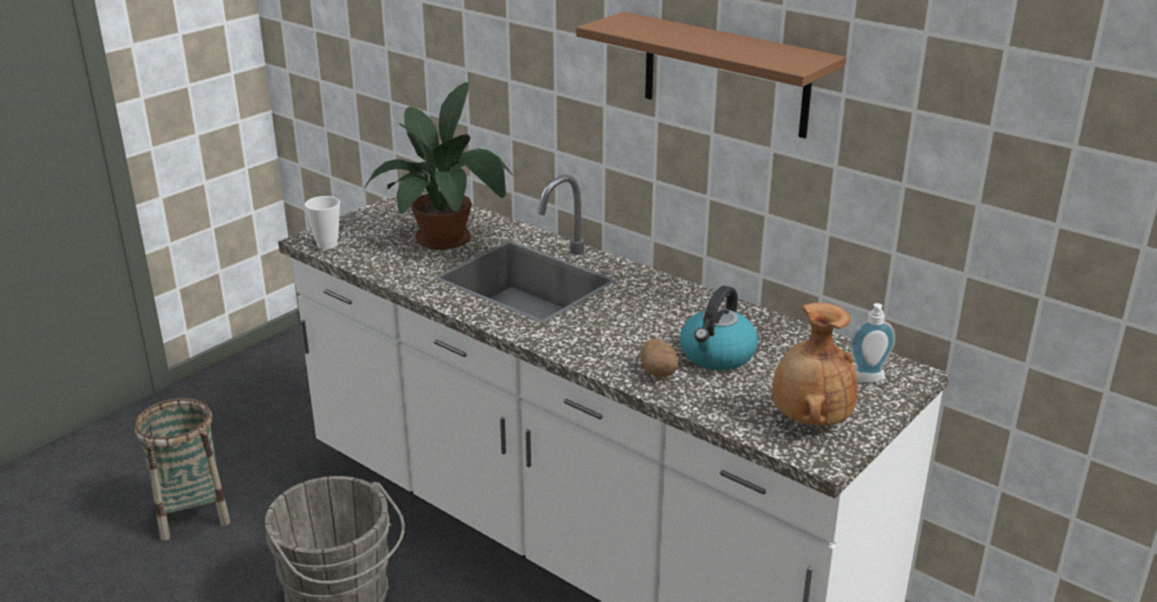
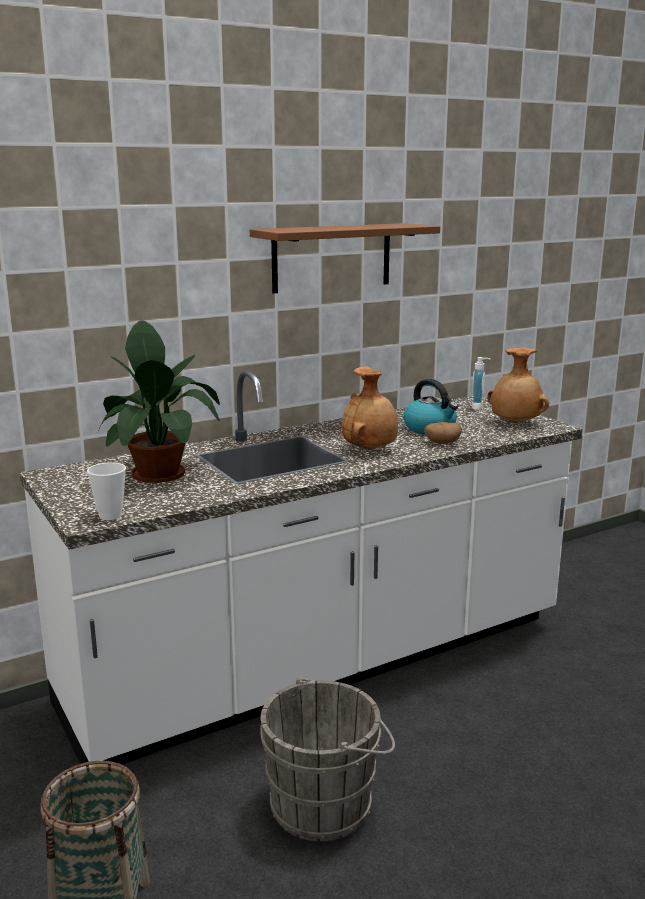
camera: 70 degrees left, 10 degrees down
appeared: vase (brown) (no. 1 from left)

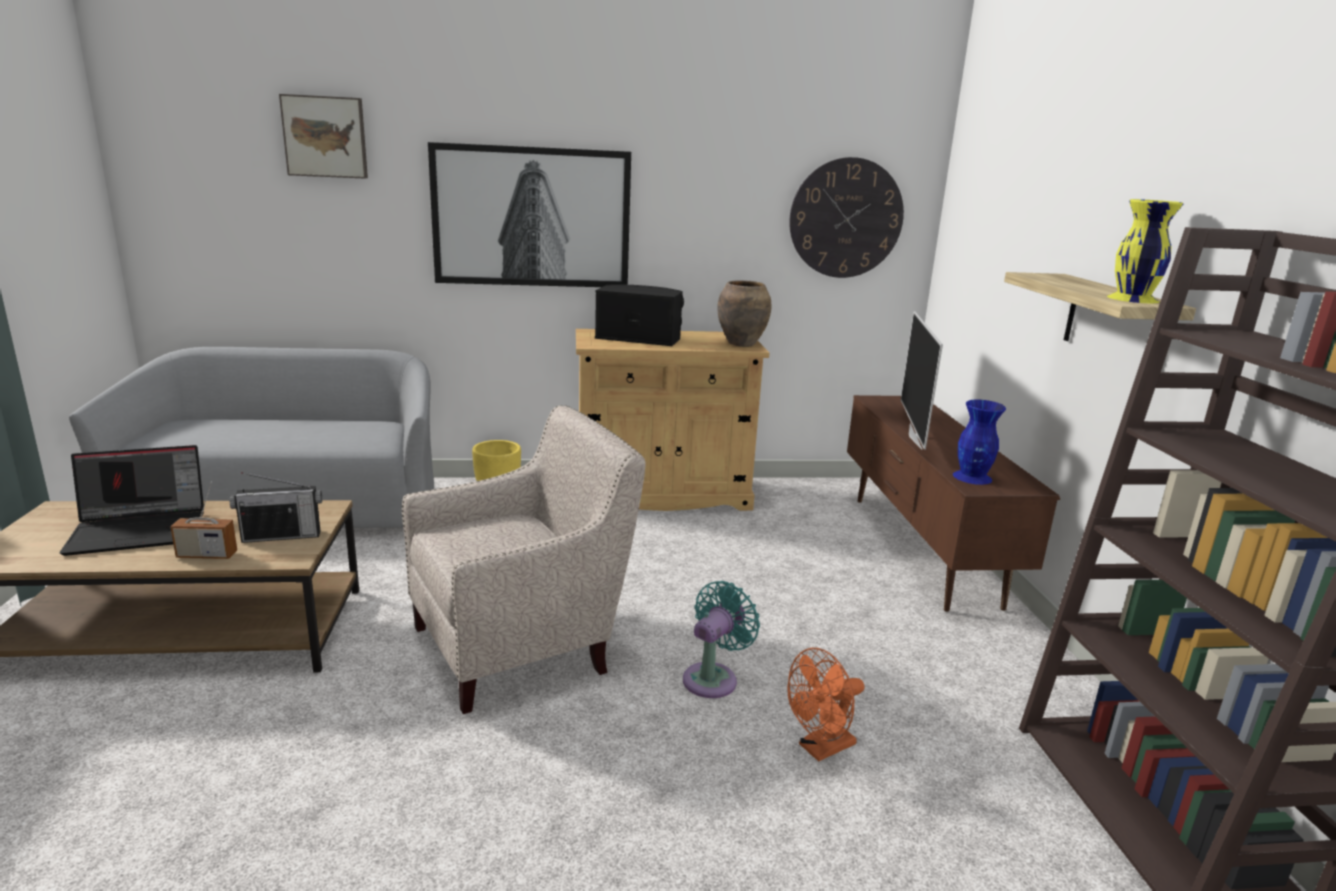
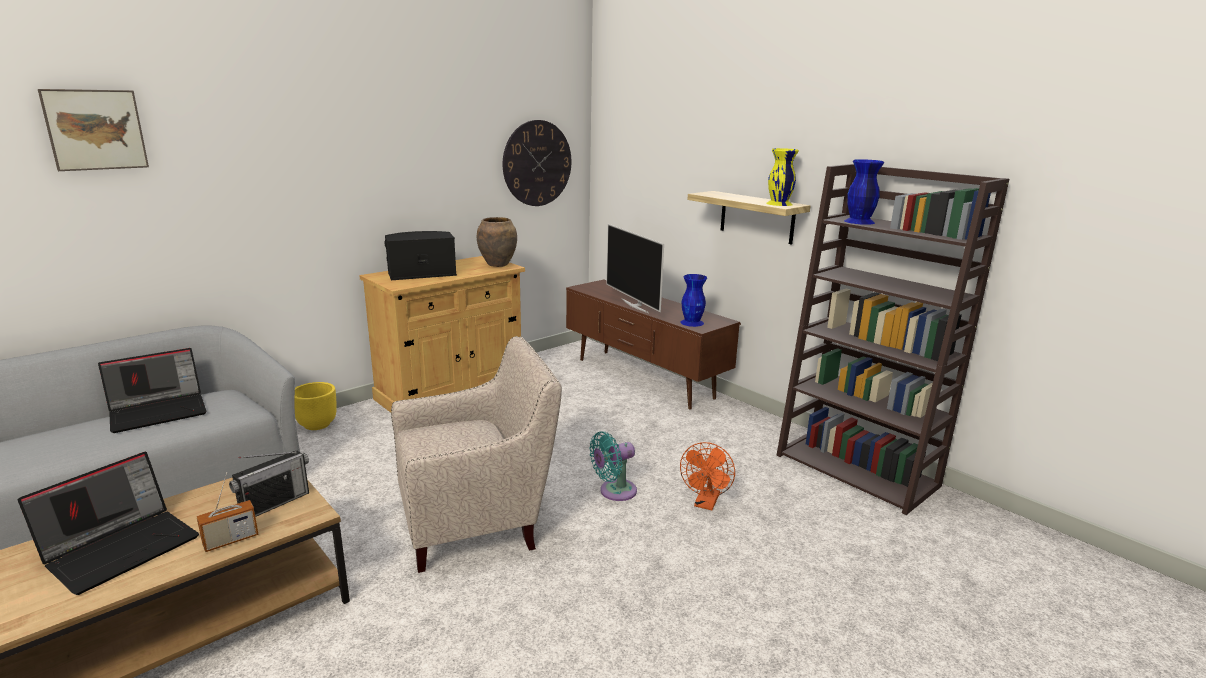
camera: 35 degrees left, 0 degrees up
missing: picture (no. 2 from left)
appeared: laptop (no. 2 from left); vase (blue) (no. 2 from left)
spun: armchair (beige) 45 degrees clockwise; fan (turquoise) 120 degrees counterclockwise

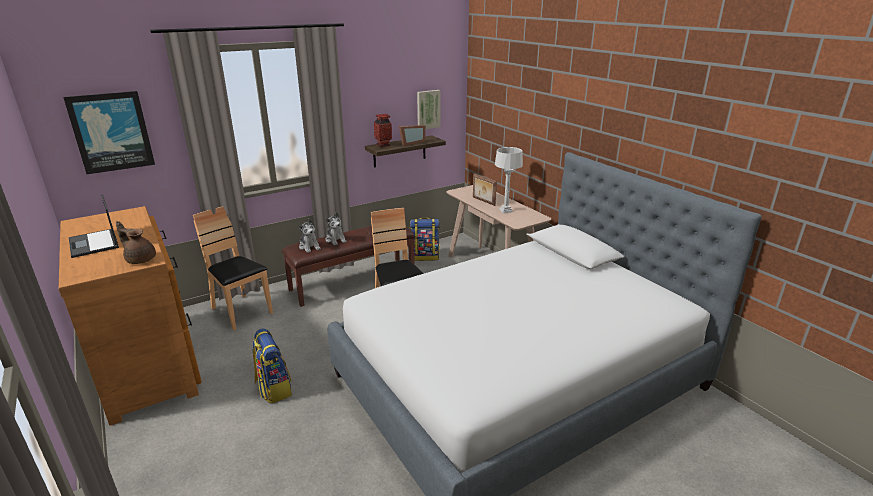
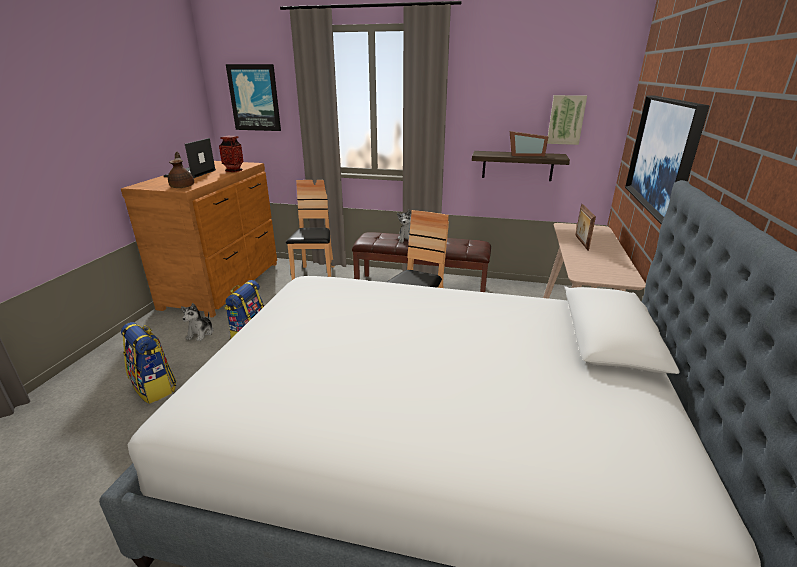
camera: 45 degrees right, 0 degrees up
missing: table lamp (grey)
appeared: picture (no. 3 from left)
relocated: plush toy (no. 1 from left); vase; backpack (no. 2 from left in the first image) to backpack (no. 1 from left)

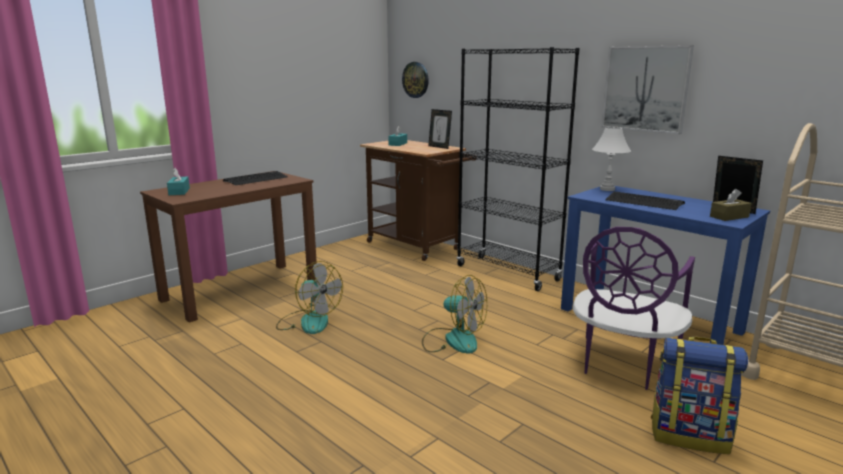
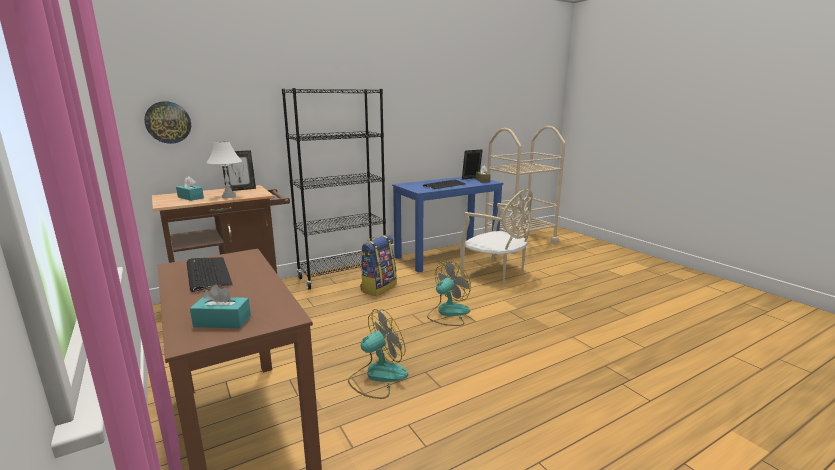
camera: 75 degrees left, 0 degrees up
missing: picture
relocated: table lamp (white); backpack
colour: chair (purple) to chair (beige)

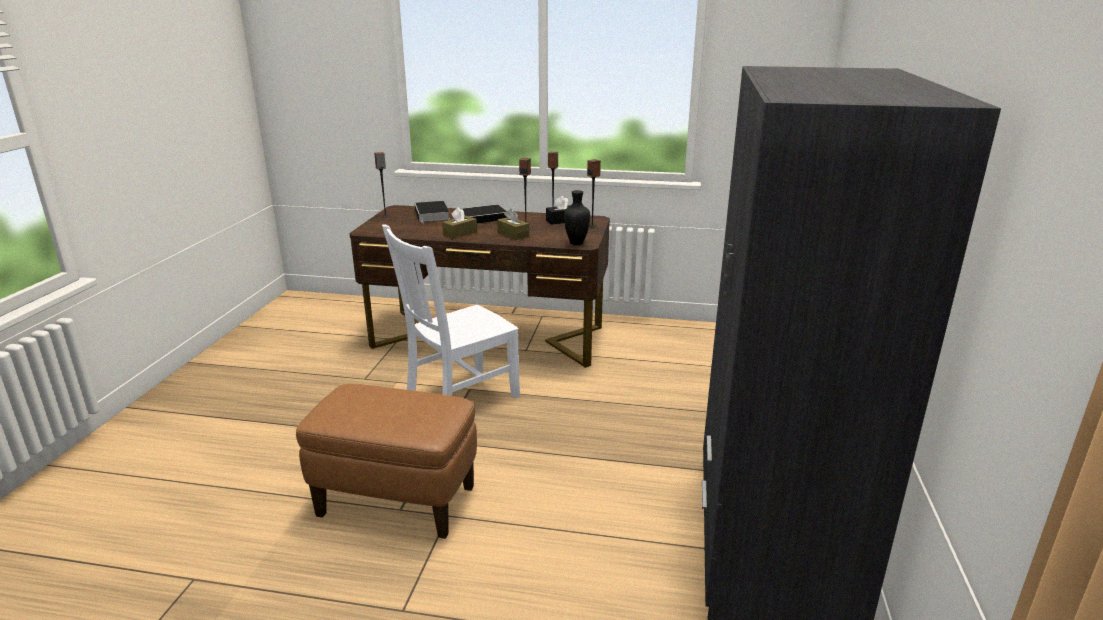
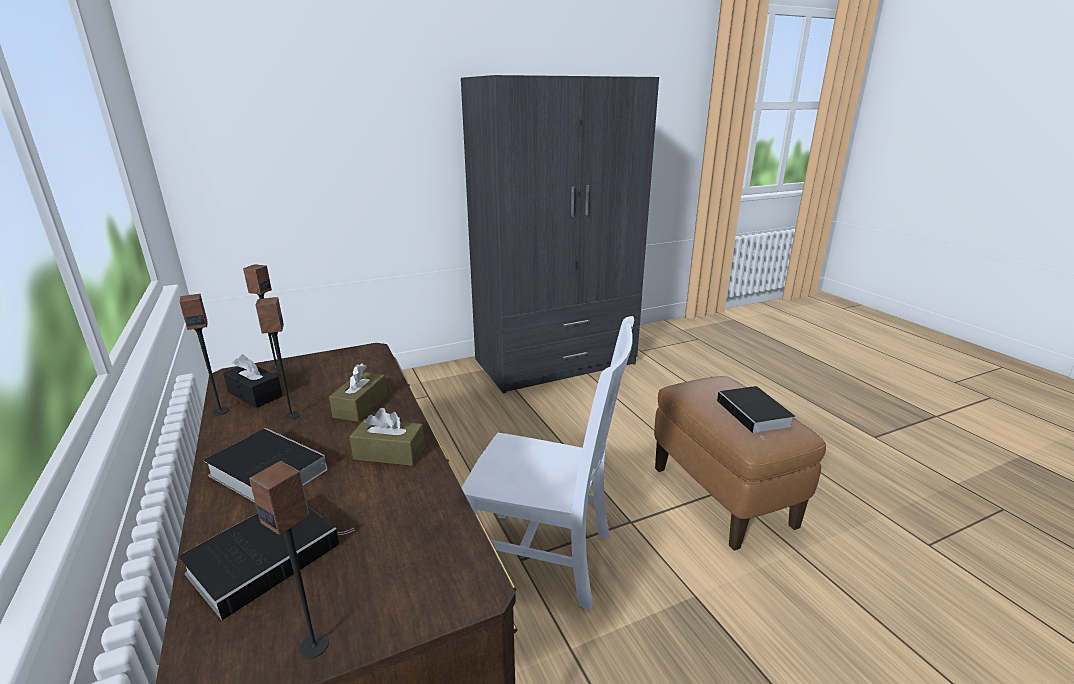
camera: 125 degrees left, 0 degrees up
missing: vase (black)
appeared: book (no. 3 from left)

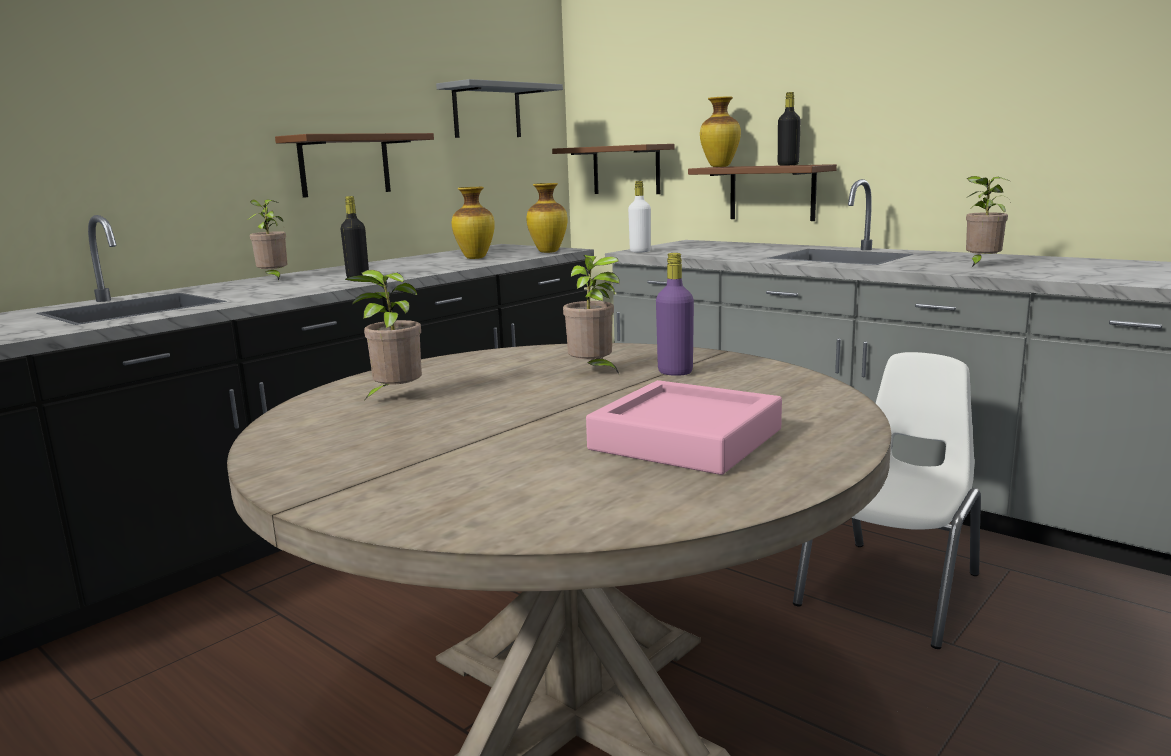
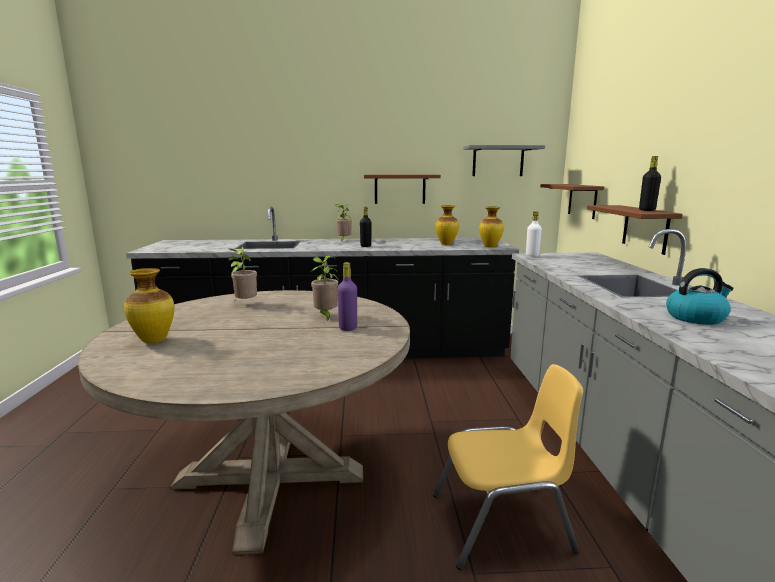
camera: 45 degrees right, 0 degrees up
missing: tray (pink)
relocated: vase (no. 3 from left in the first image) to vase (no. 1 from left)
exchanged: potted plant (no. 4 from left) to kettle
colour: chair (white) to chair (yellow)

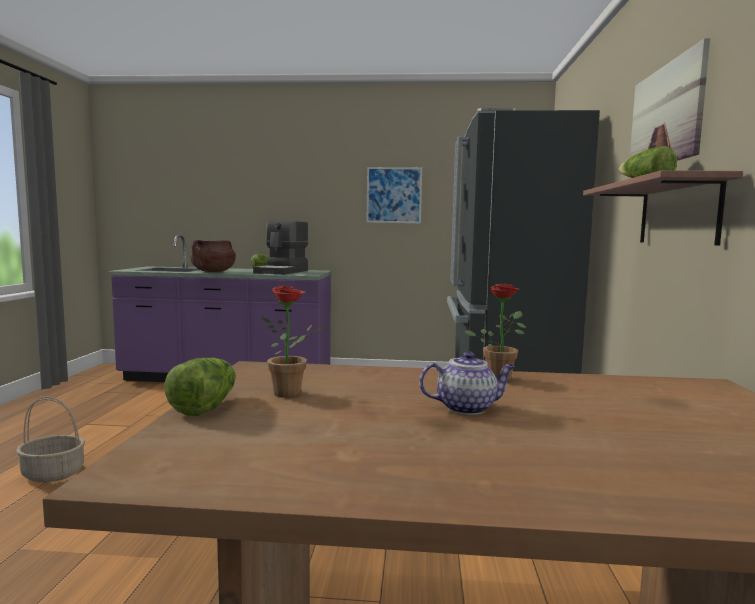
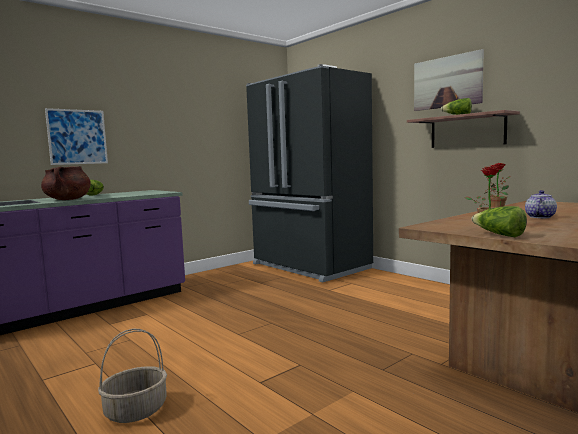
camera: 45 degrees left, 0 degrees up
missing: coffee machine
relocated: picture (no. 1 from left)

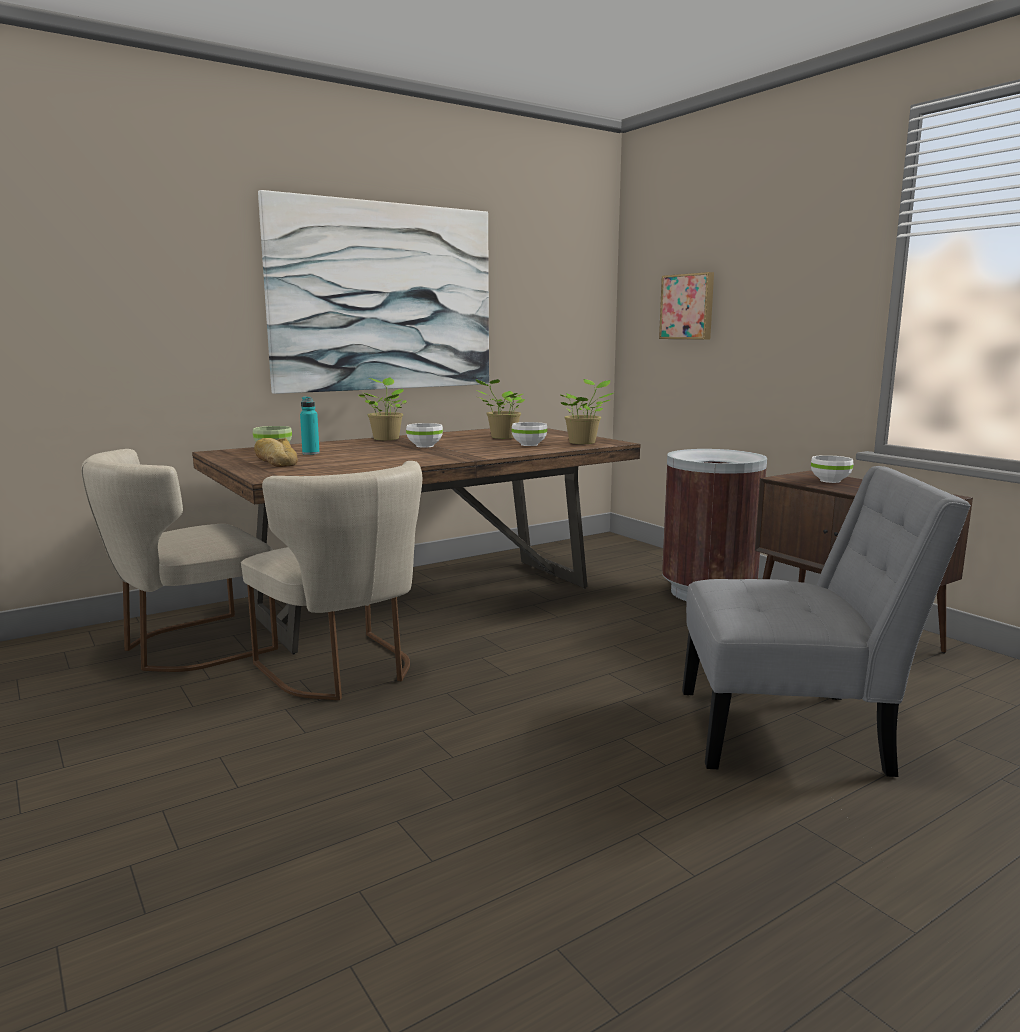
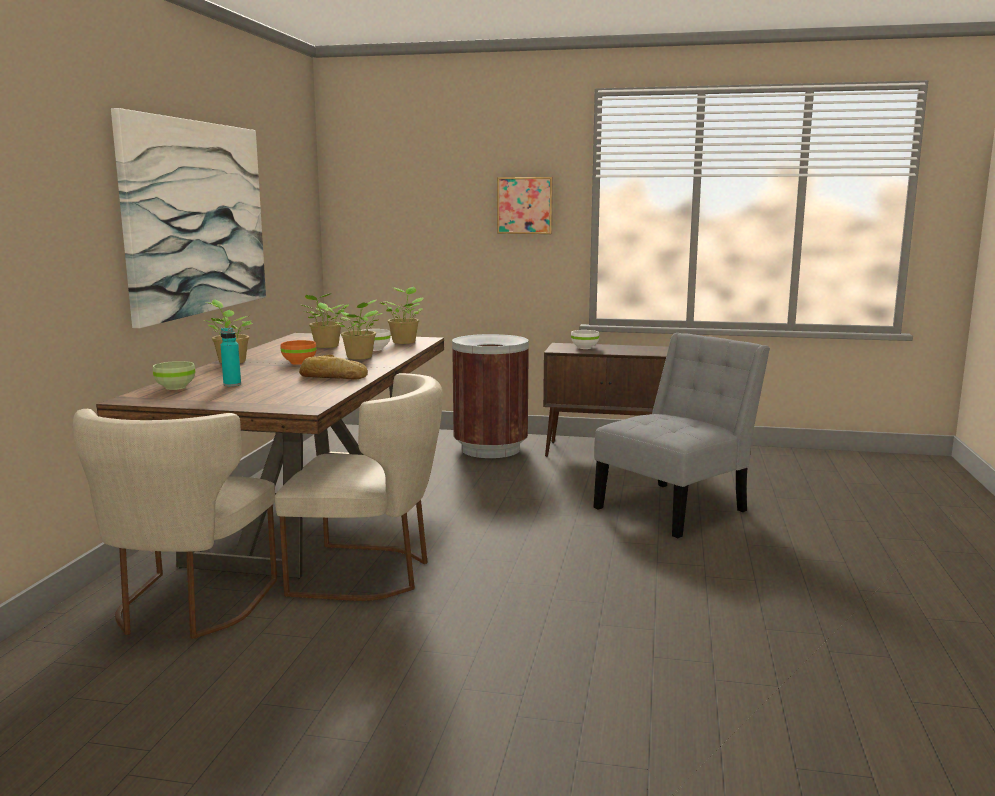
camera: 45 degrees left, 0 degrees up
appeared: potted plant (no. 3 from left)
relocated: bread; picture (no. 2 from left)
colour: bowl (white) (no. 1 from left) to bowl (orange)

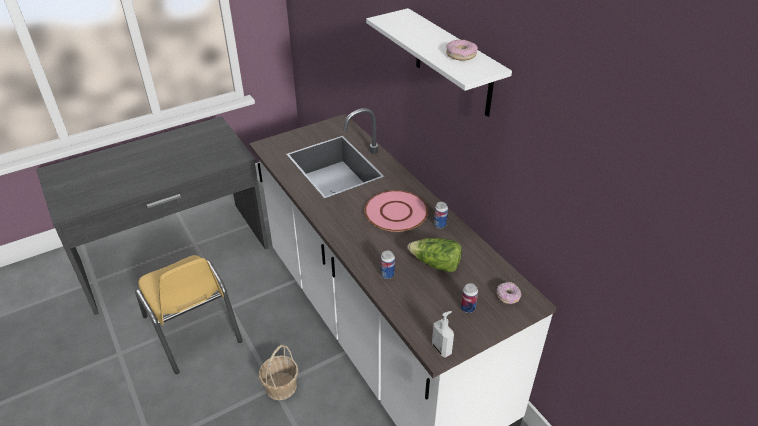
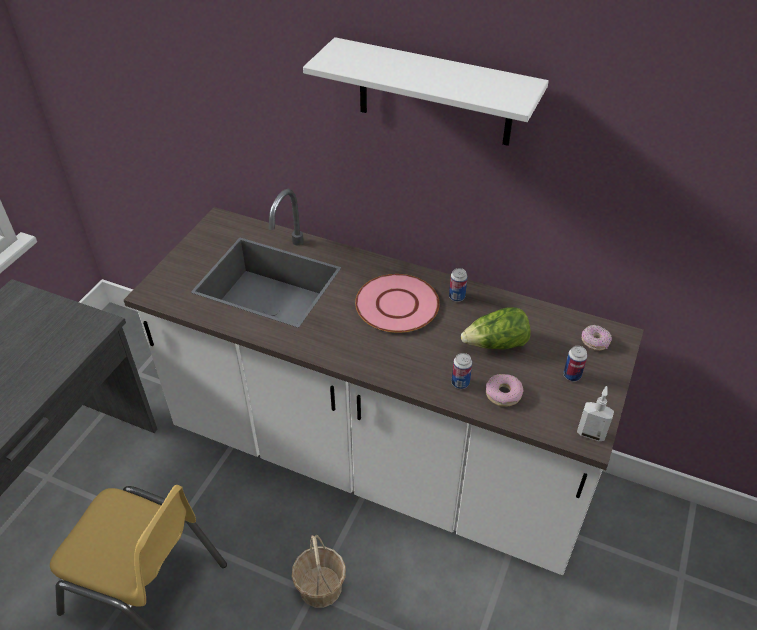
camera: 35 degrees left, 5 degrees up
relocated: donut (no. 1 from left)

